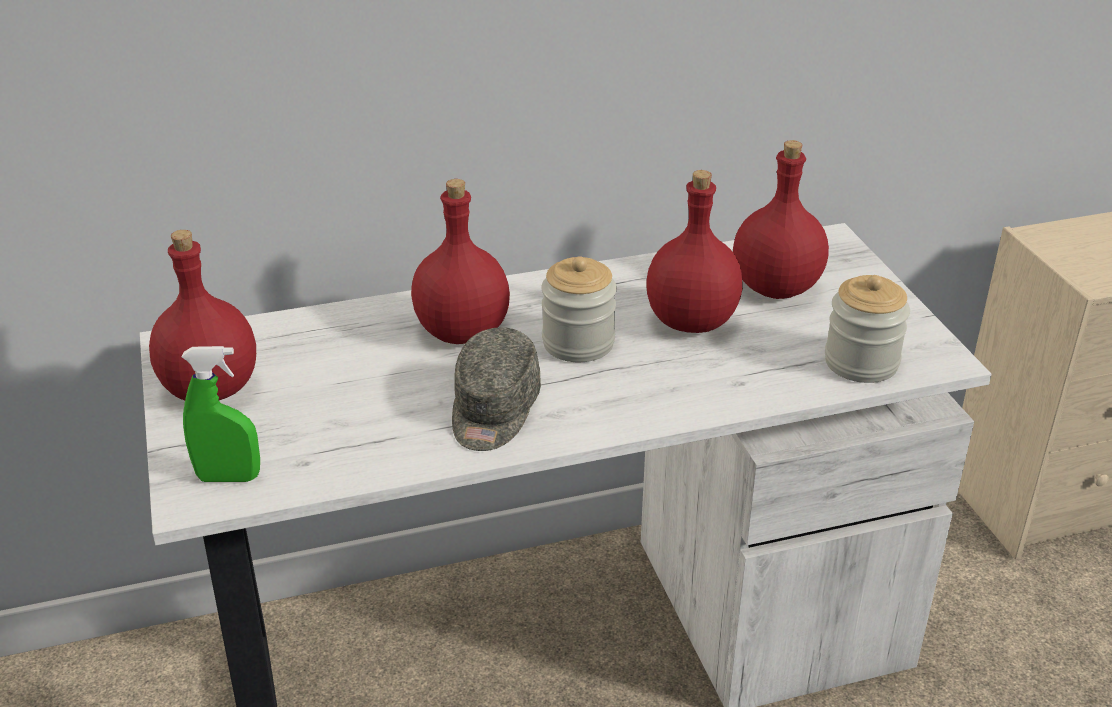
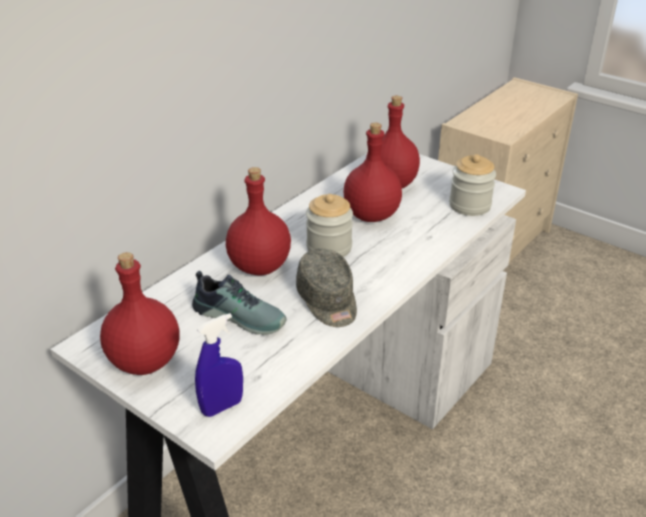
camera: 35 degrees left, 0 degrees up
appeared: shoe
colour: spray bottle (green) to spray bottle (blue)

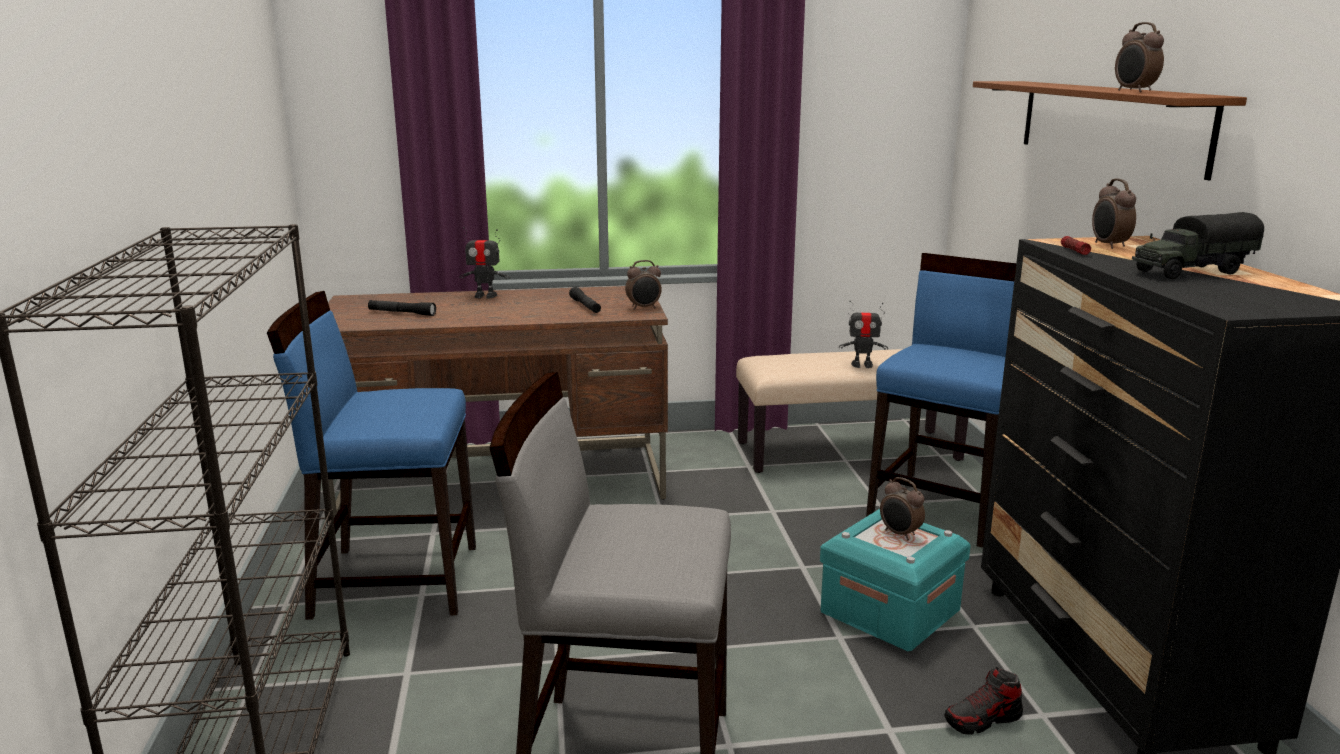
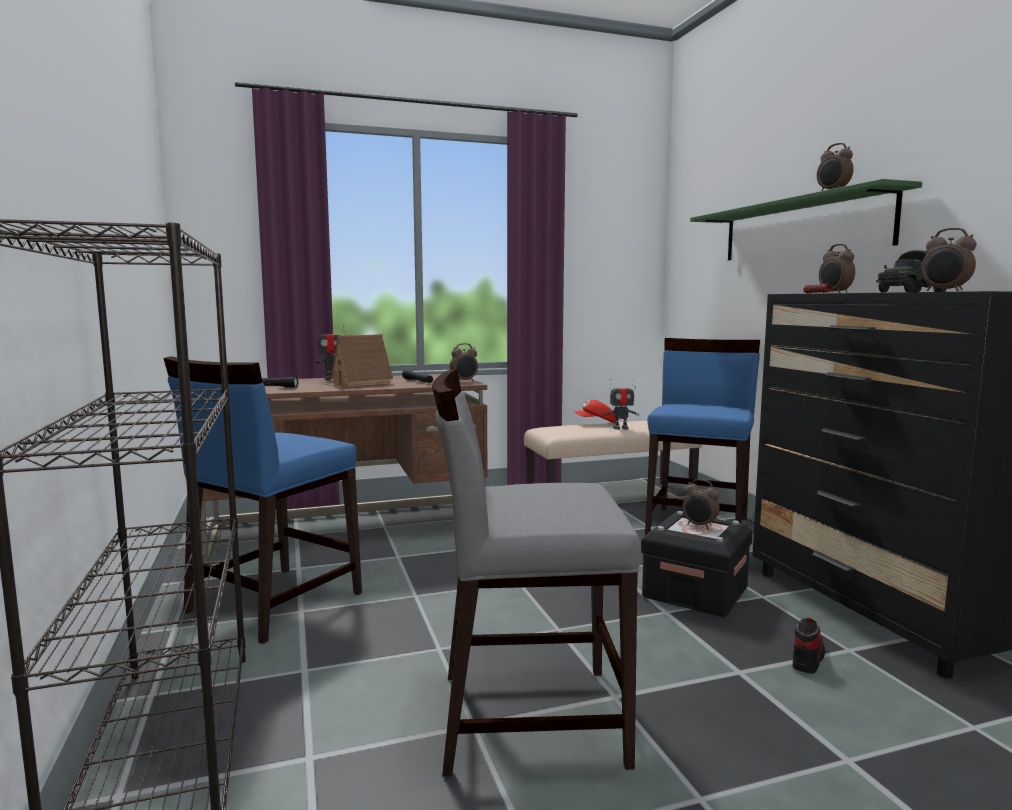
camera: 10 degrees left, 10 degrees down
appeared: toy house; cap (red); alarm clock (no. 5 from left)
colour: storage box (turquoise) to storage box (black); shelf (brown) to shelf (green)
spun: chair (blue) (no. 1 from left) 45 degrees counterclockwise; shoe 150 degrees clockwise

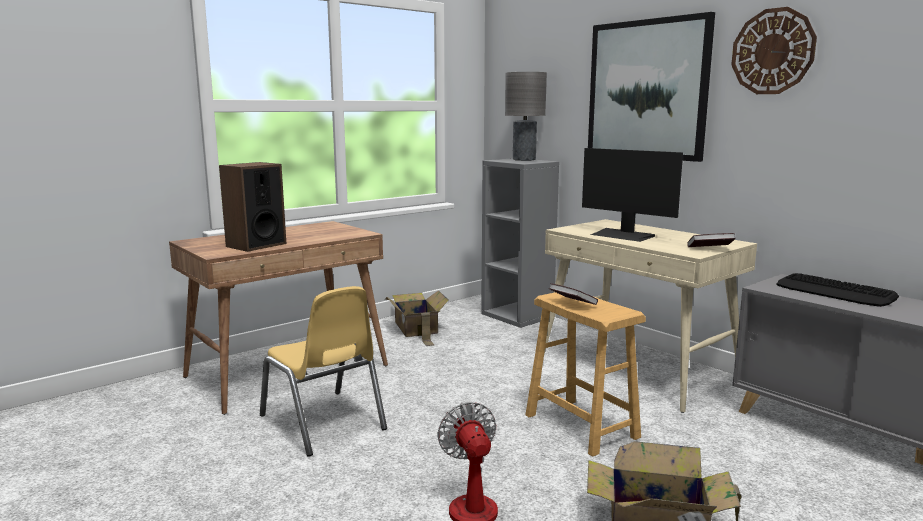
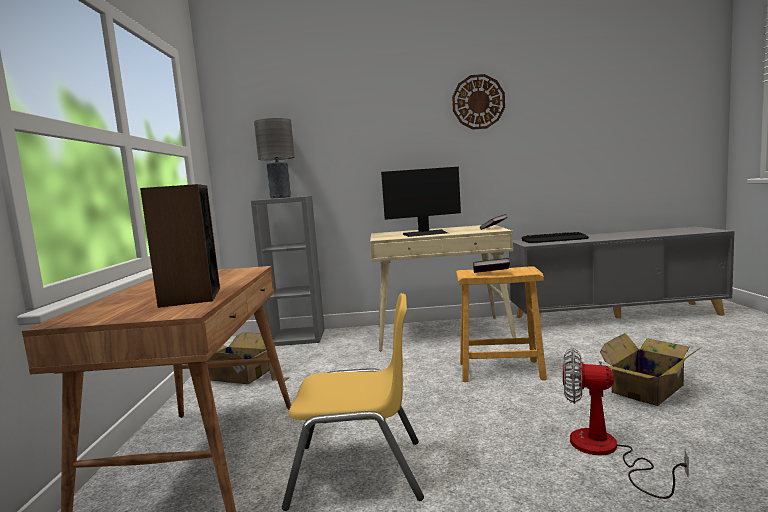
camera: 50 degrees left, 5 degrees down
missing: picture

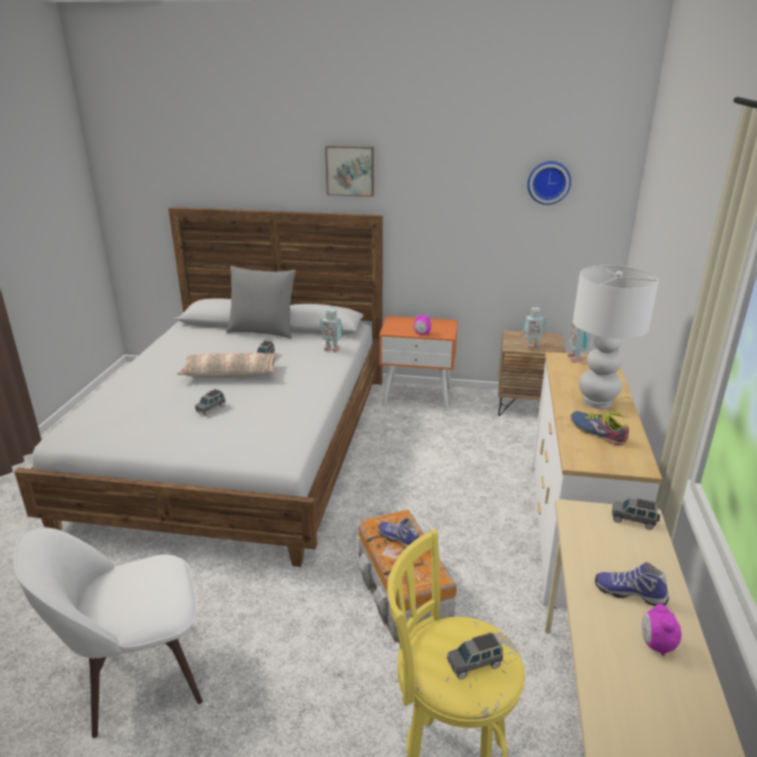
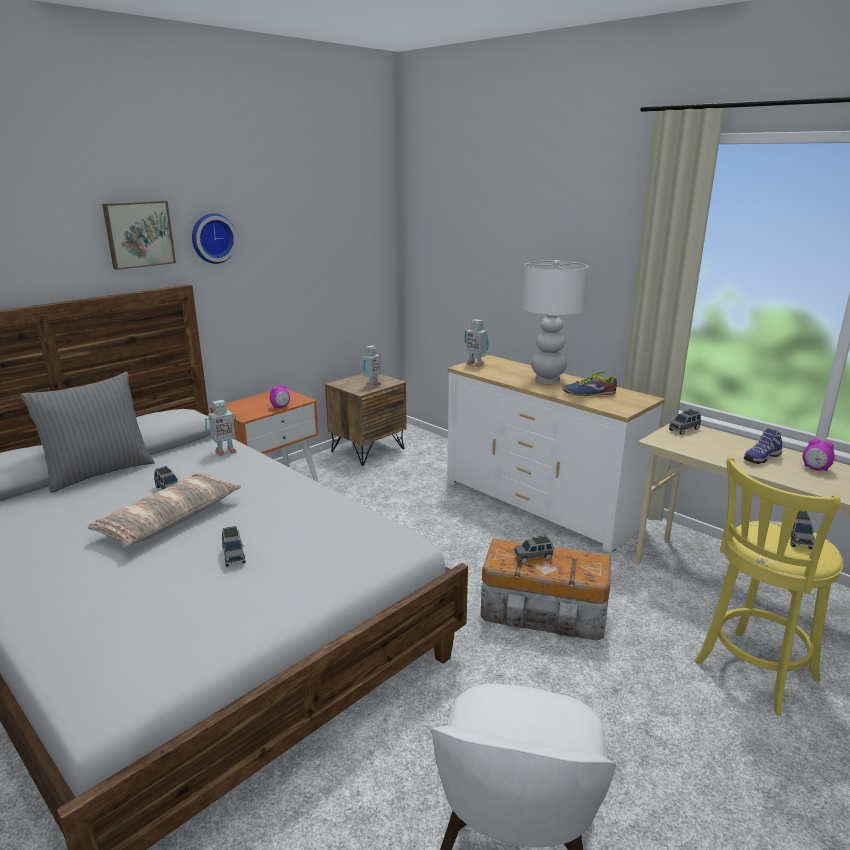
camera: 55 degrees left, 5 degrees down
relocated: wall clock
exchanged: shoe (no. 1 from left) to toy car (grey) (no. 3 from left)

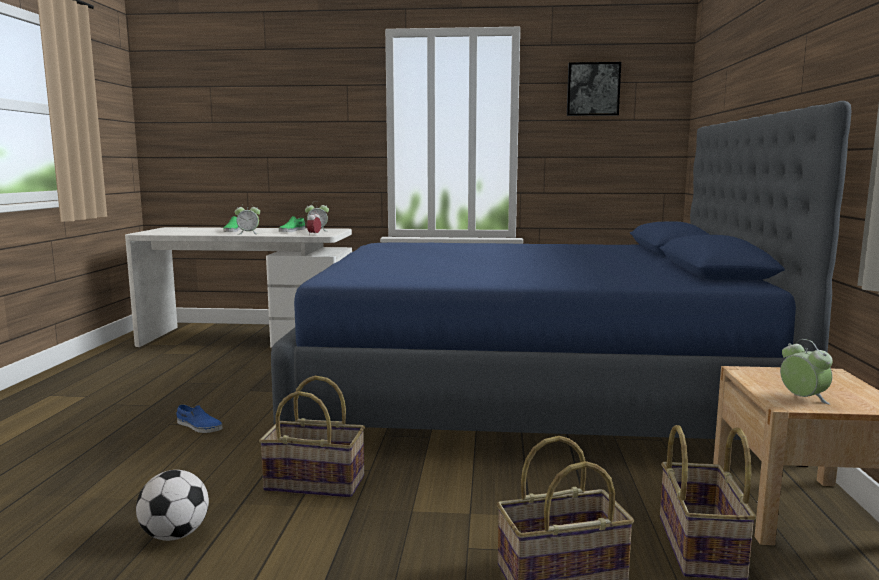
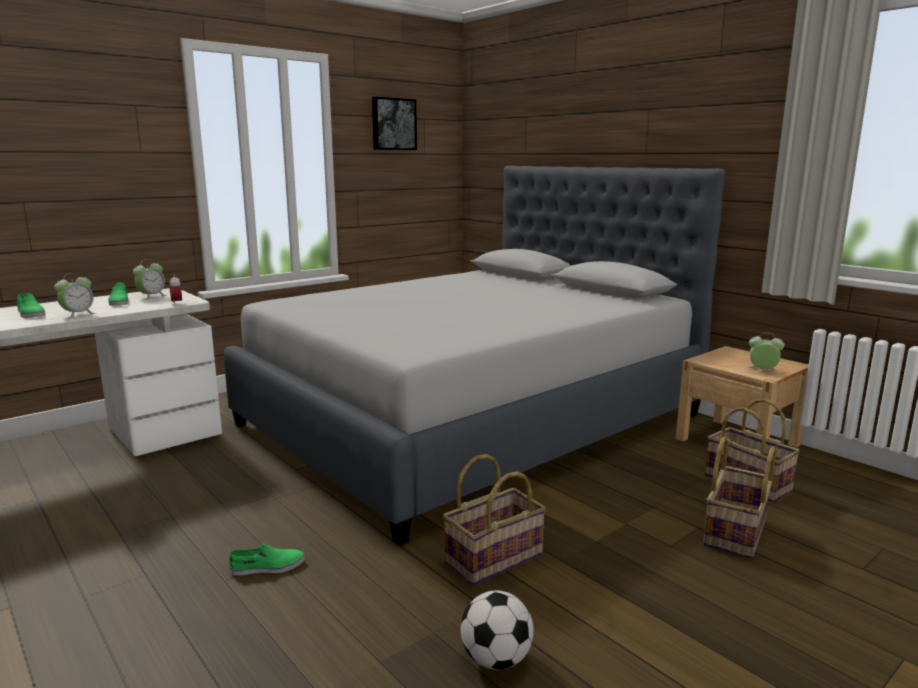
camera: 45 degrees left, 5 degrees up
colour: shoe (blue) to shoe (green) (no. 3 from left); bed (blue) to bed (grey)

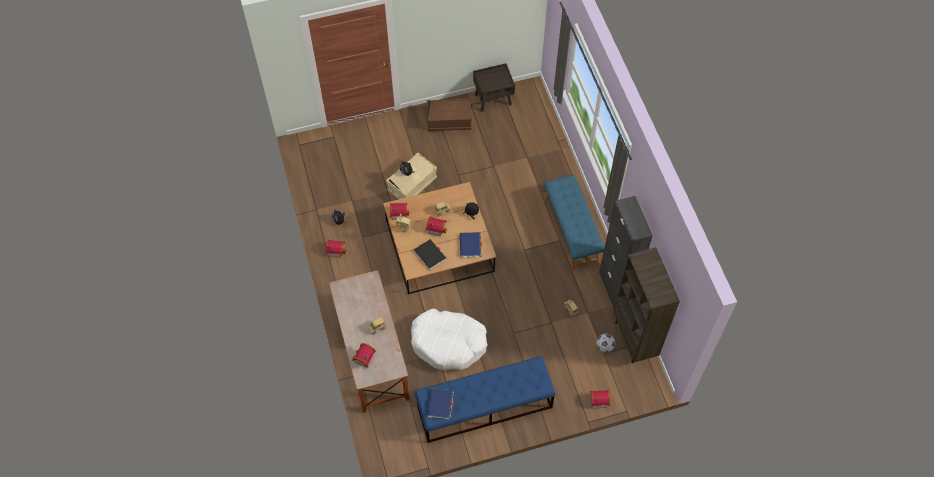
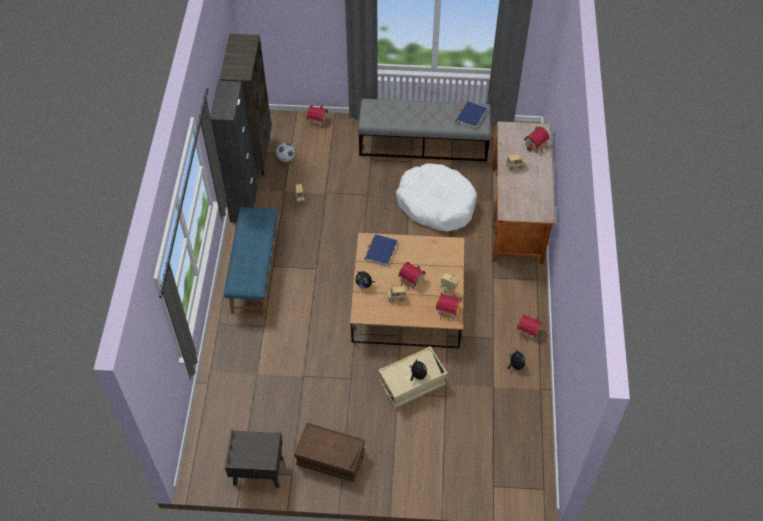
camera: 160 degrees left, 5 degrees down
missing: book (black)
colour: bench (blue) (no. 1 from left) to bench (grey)

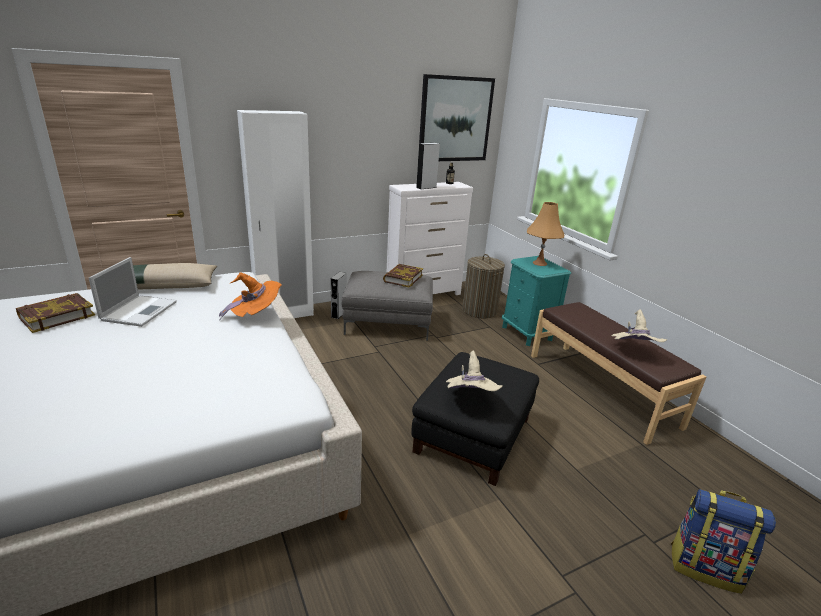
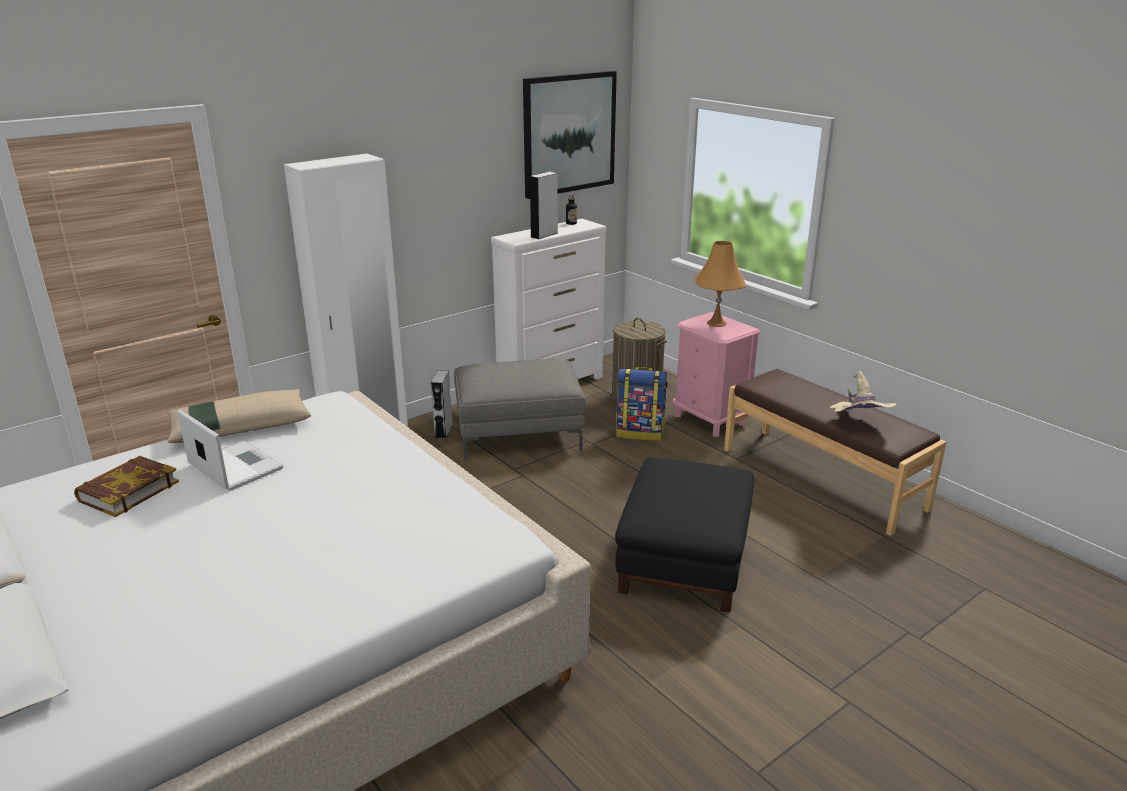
camera: 10 degrees left, 0 degrees up
missing: hat (orange); book (no. 2 from left); hat (beige) (no. 1 from left)
relocated: backpack
colour: nightstand (turquoise) to nightstand (pink)
spun: laptop 45 degrees counterclockwise

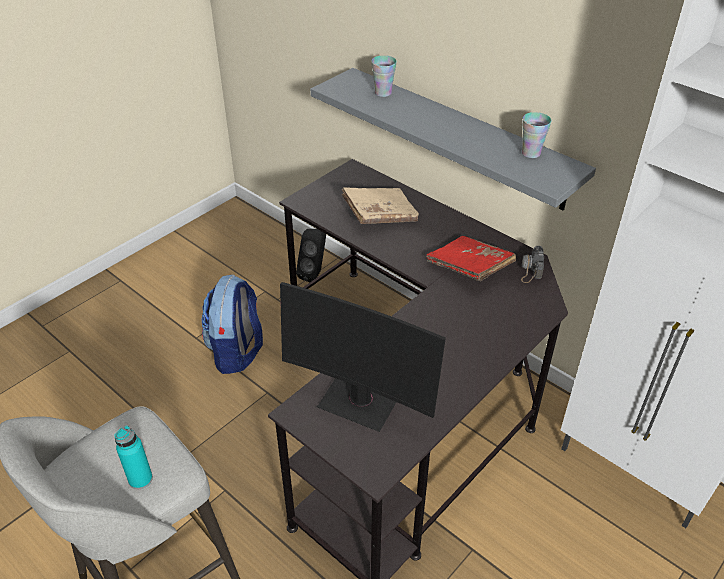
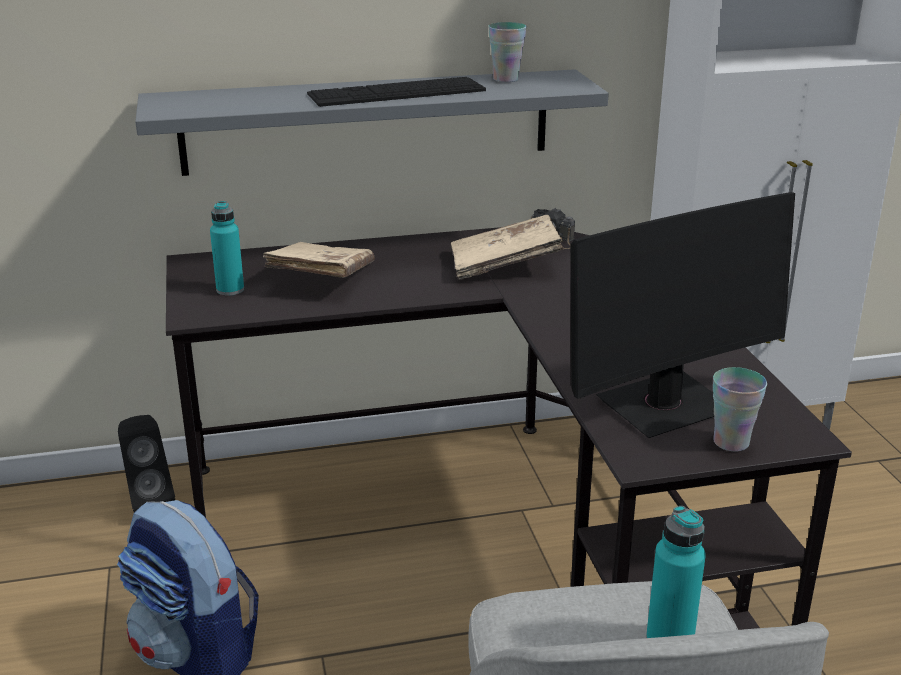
camera: 55 degrees left, 15 degrees down
appeared: bottle (turquoise) (no. 1 from left); keyboard
relocated: cup (no. 1 from left in the first image) to cup (no. 2 from left)
colour: book (red) to book (beige) (no. 2 from left)

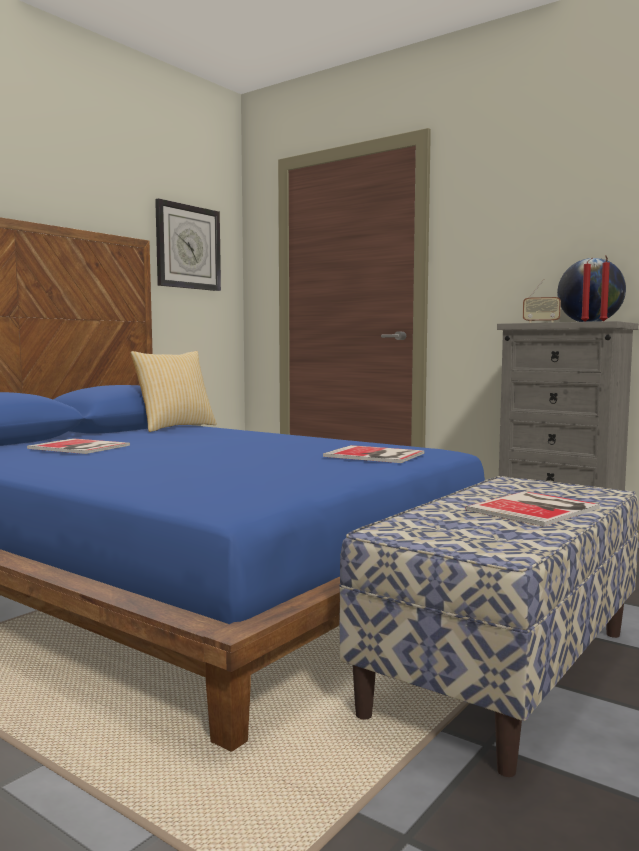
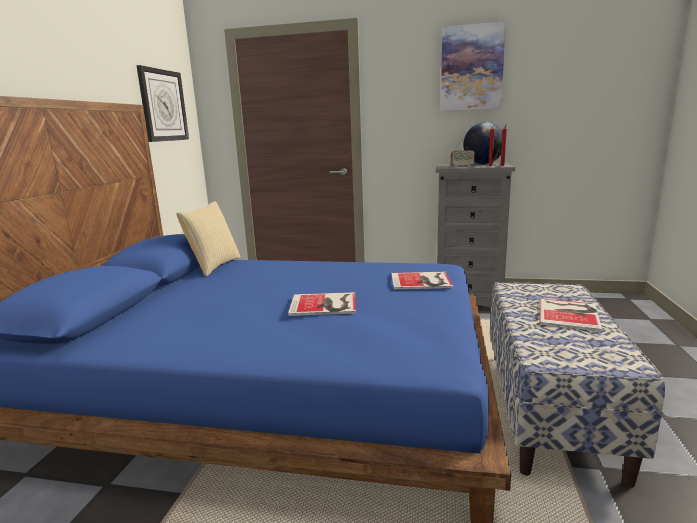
camera: 25 degrees left, 10 degrees up
appeared: picture
relocated: book (no. 1 from left)

